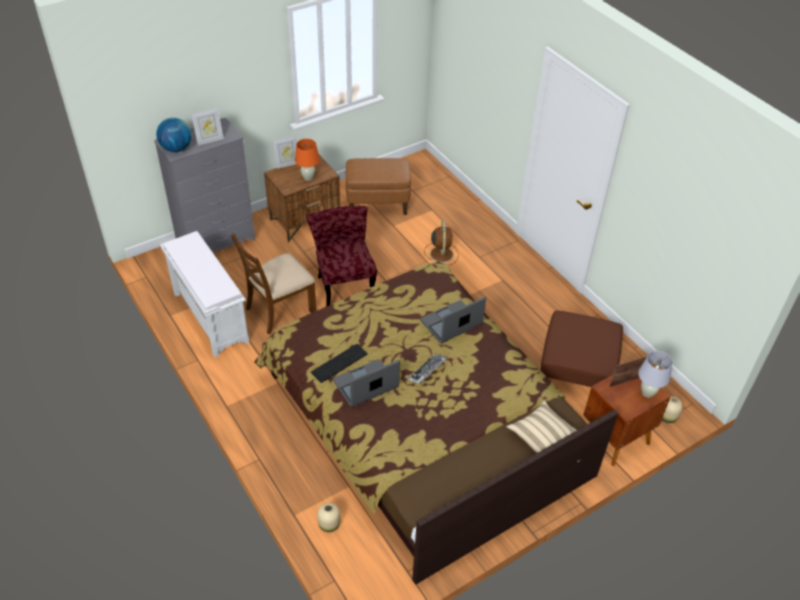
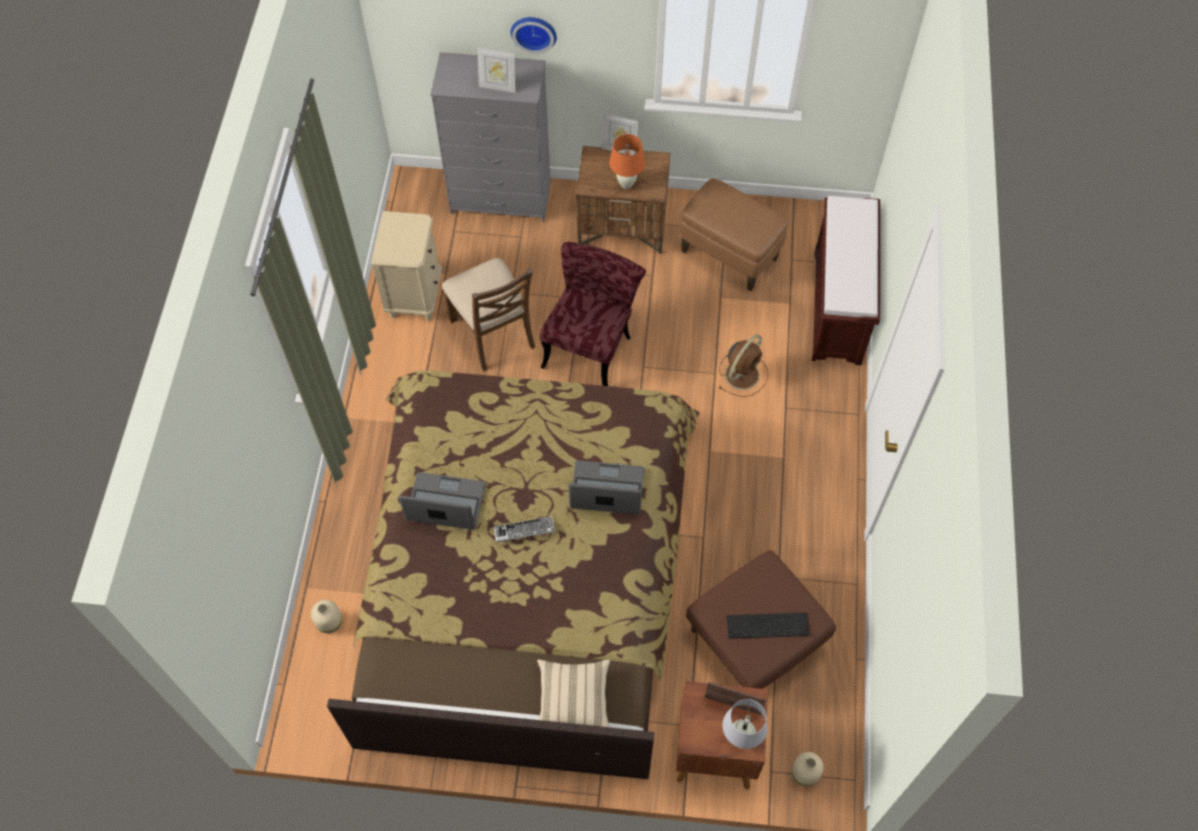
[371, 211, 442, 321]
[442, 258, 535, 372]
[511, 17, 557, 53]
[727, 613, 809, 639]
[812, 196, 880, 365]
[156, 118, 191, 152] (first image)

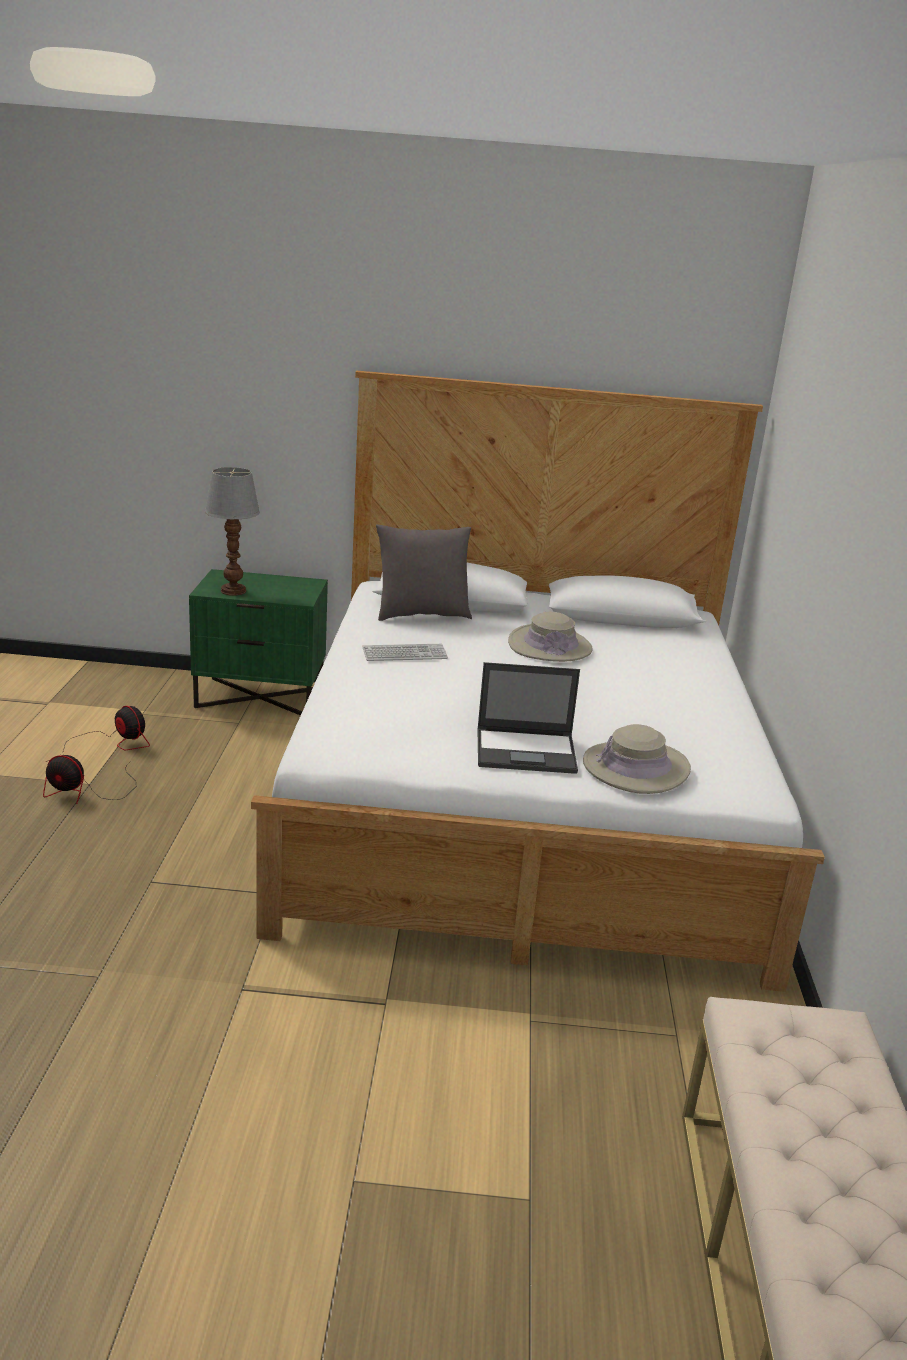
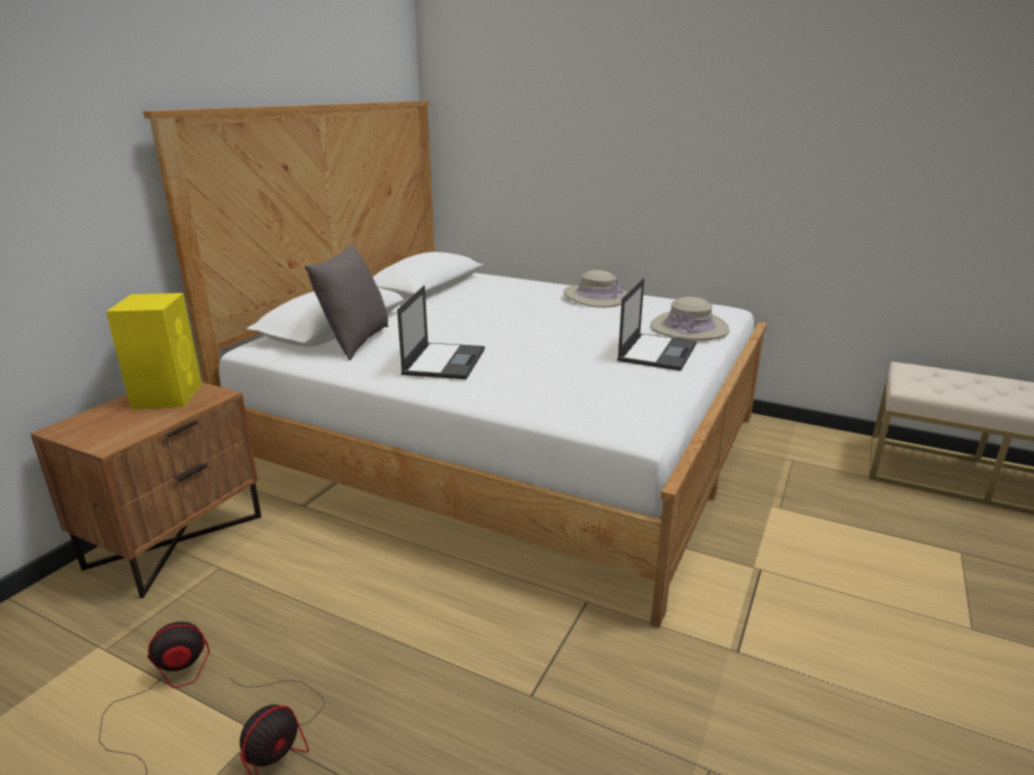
[30, 382, 261, 598]
[106, 293, 202, 409]
[397, 286, 485, 379]
[563, 270, 628, 308]
[205, 467, 260, 596] (first image)

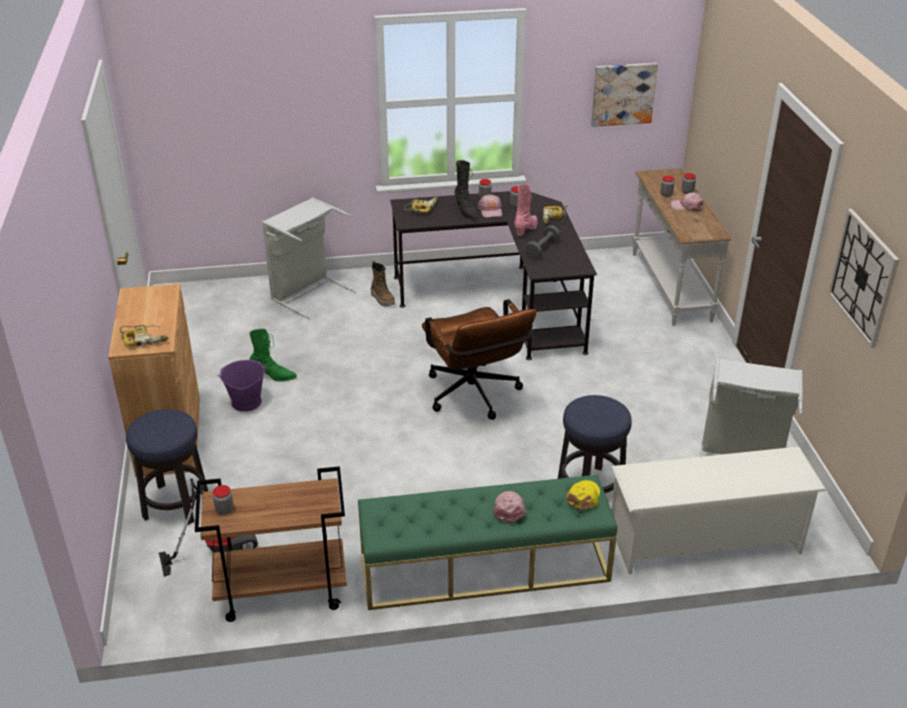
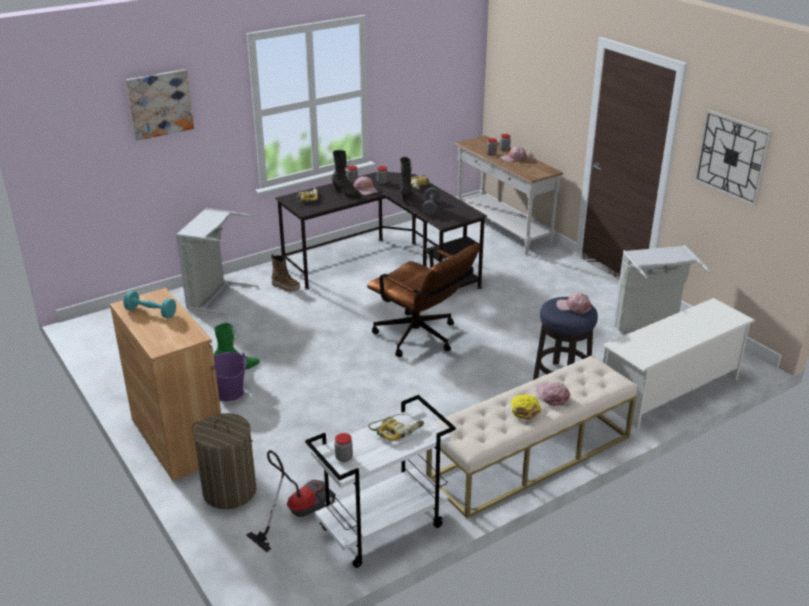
[123, 291, 176, 318]
[126, 69, 194, 140]
[192, 413, 256, 509]
[305, 395, 456, 568]
[368, 414, 424, 441]
[400, 157, 413, 202]
[426, 355, 637, 518]
[511, 394, 541, 420]
[556, 293, 592, 314]

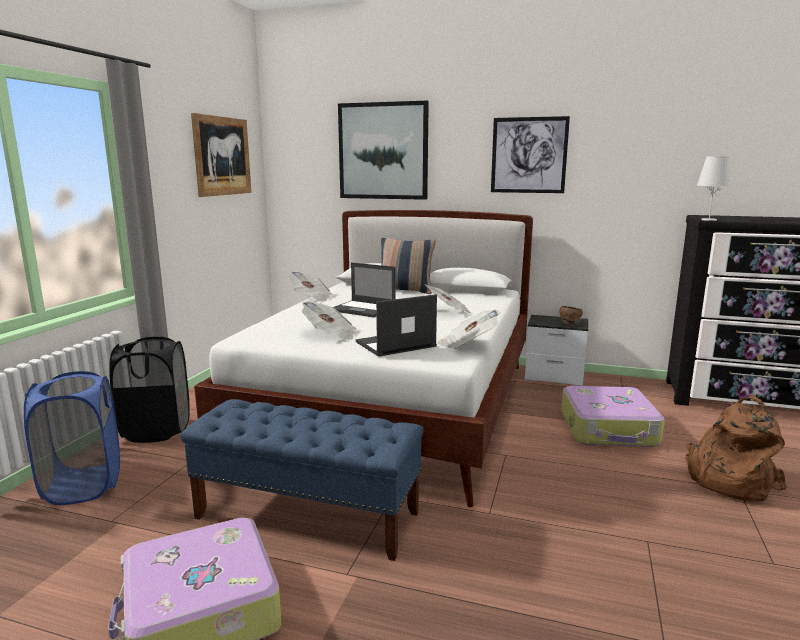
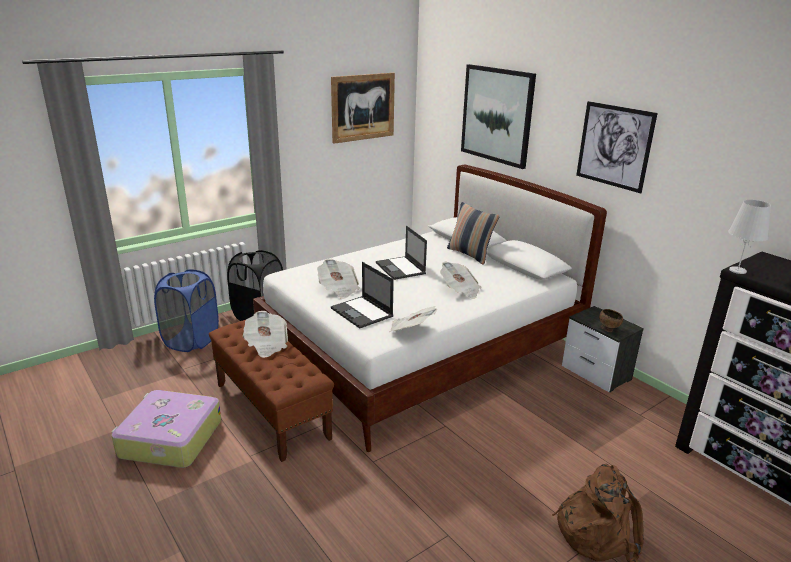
[209, 320, 334, 462]
[243, 311, 288, 358]
[331, 262, 394, 329]
[561, 386, 665, 447] (first image)

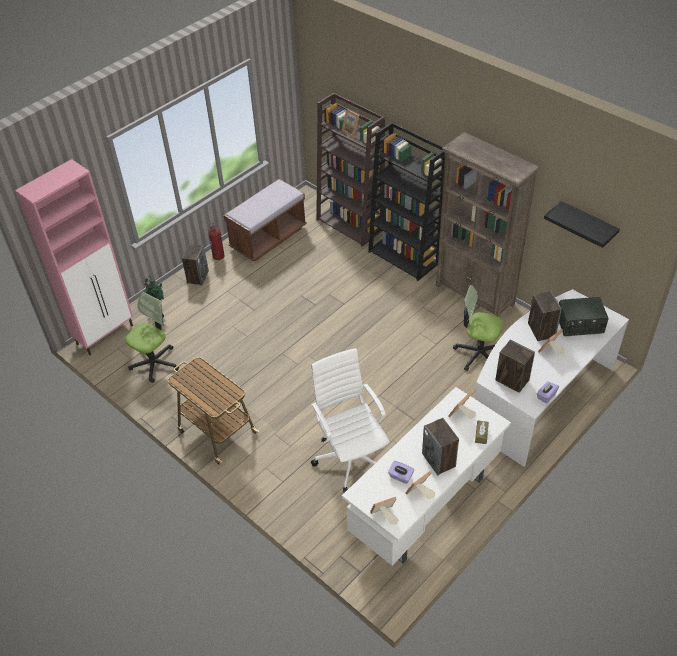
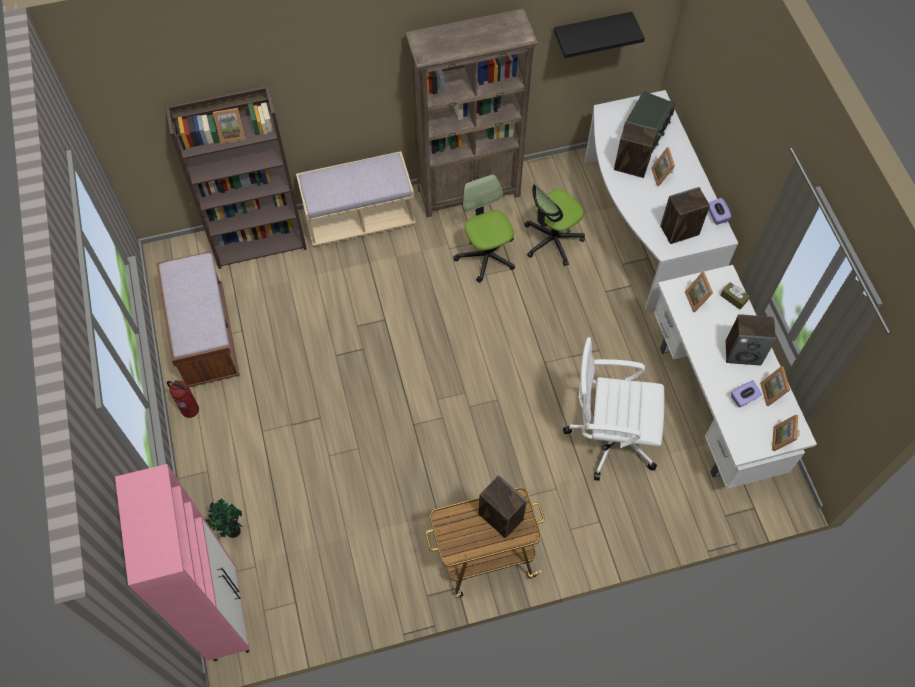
[296, 151, 416, 247]
[453, 174, 515, 283]
[479, 475, 527, 538]

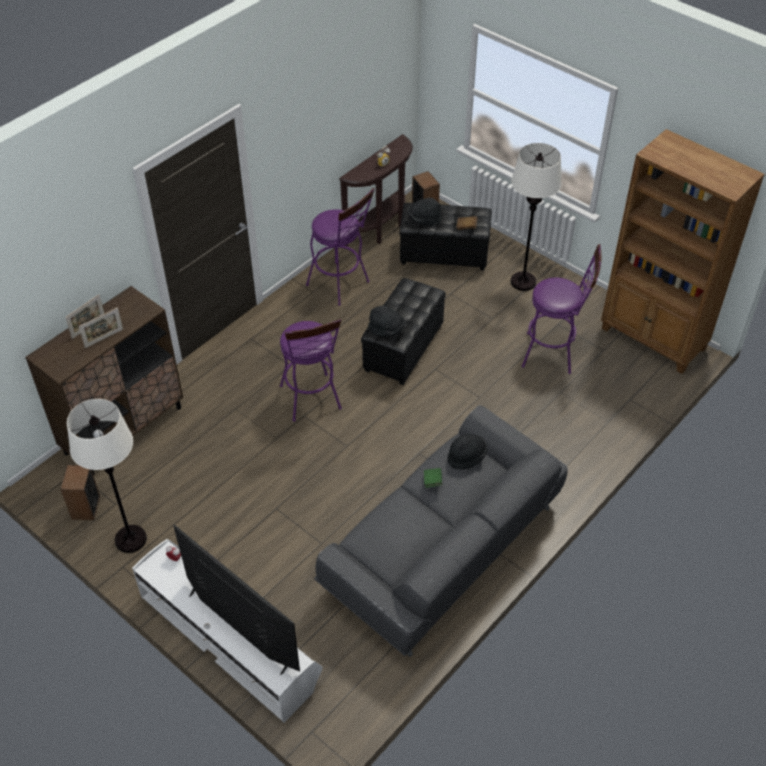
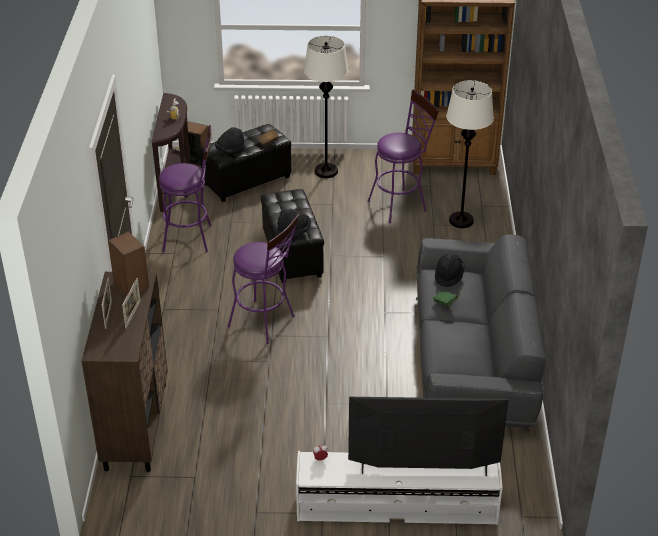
[108, 232, 149, 295]
[446, 80, 494, 228]

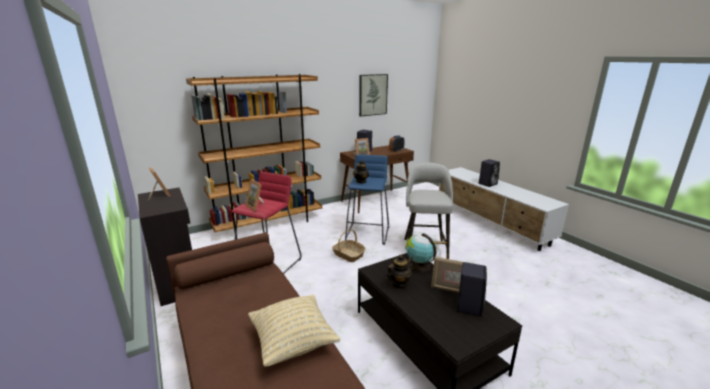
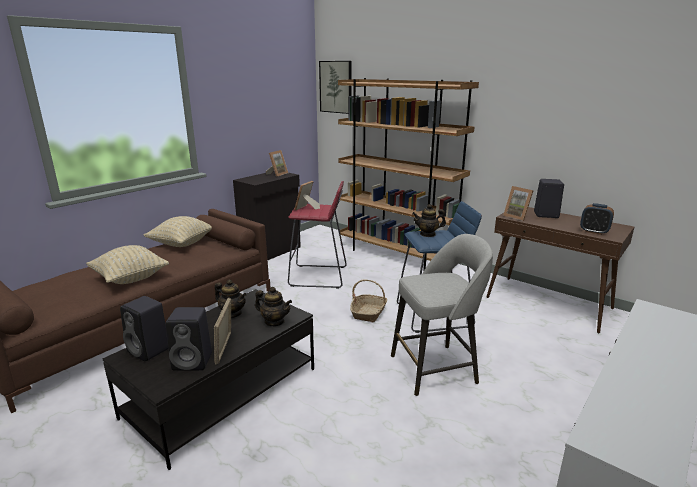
[120, 296, 168, 361]
[144, 216, 212, 247]
[255, 287, 292, 326]
[319, 61, 352, 114]

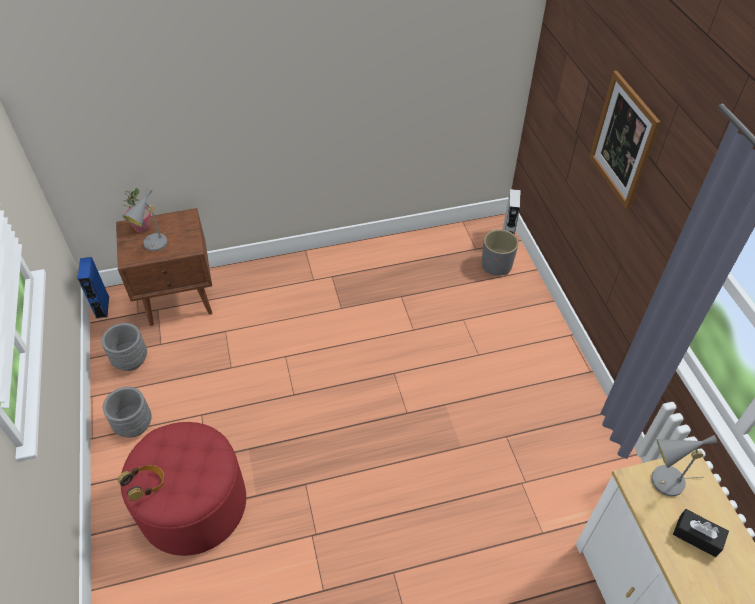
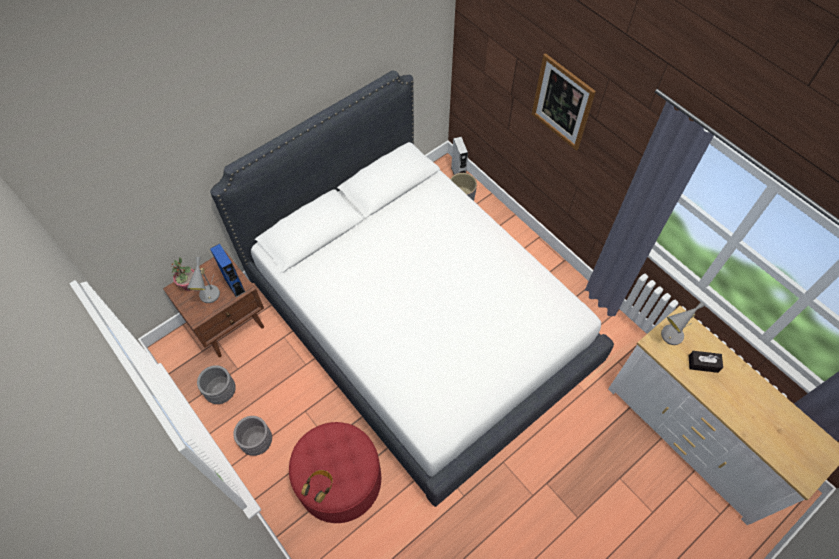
[210, 71, 614, 507]
[210, 244, 245, 297]

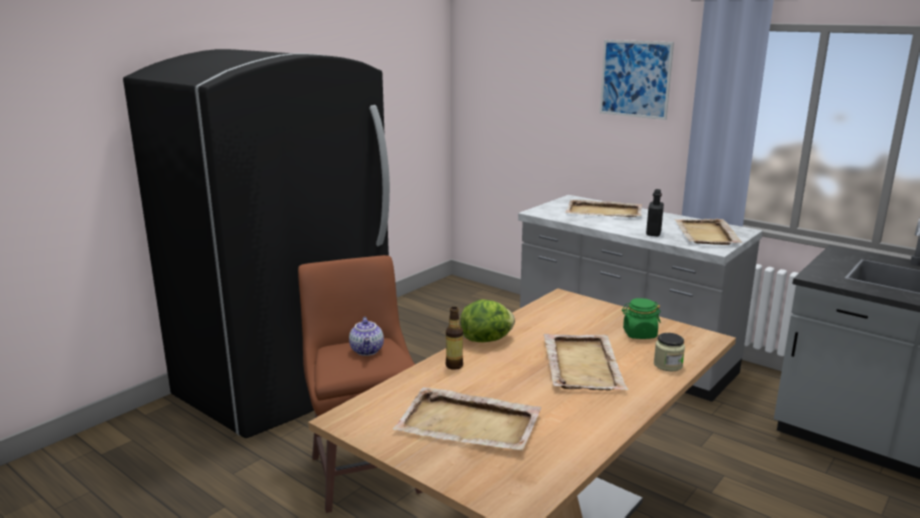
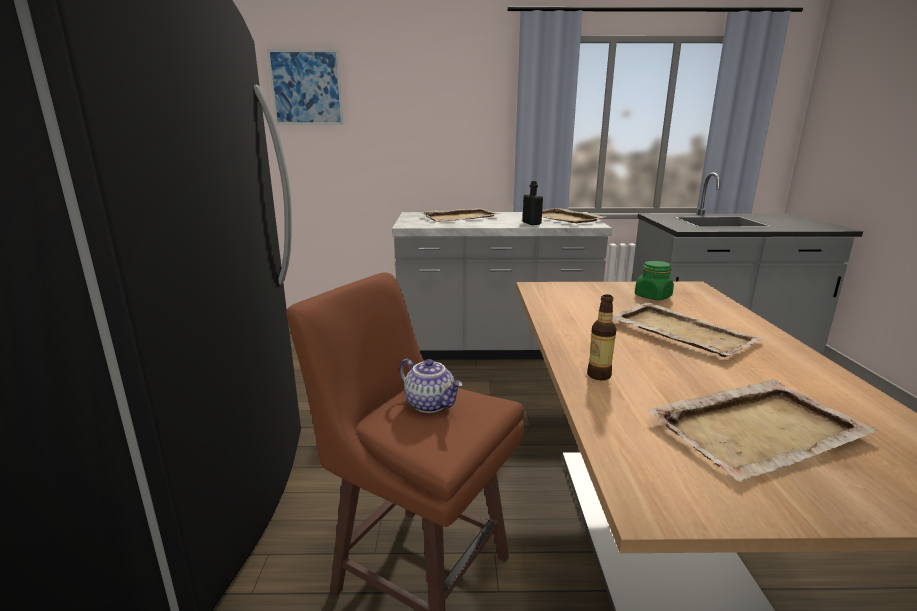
[267, 49, 344, 125]
[460, 299, 515, 342] (first image)
[654, 333, 685, 371] (first image)

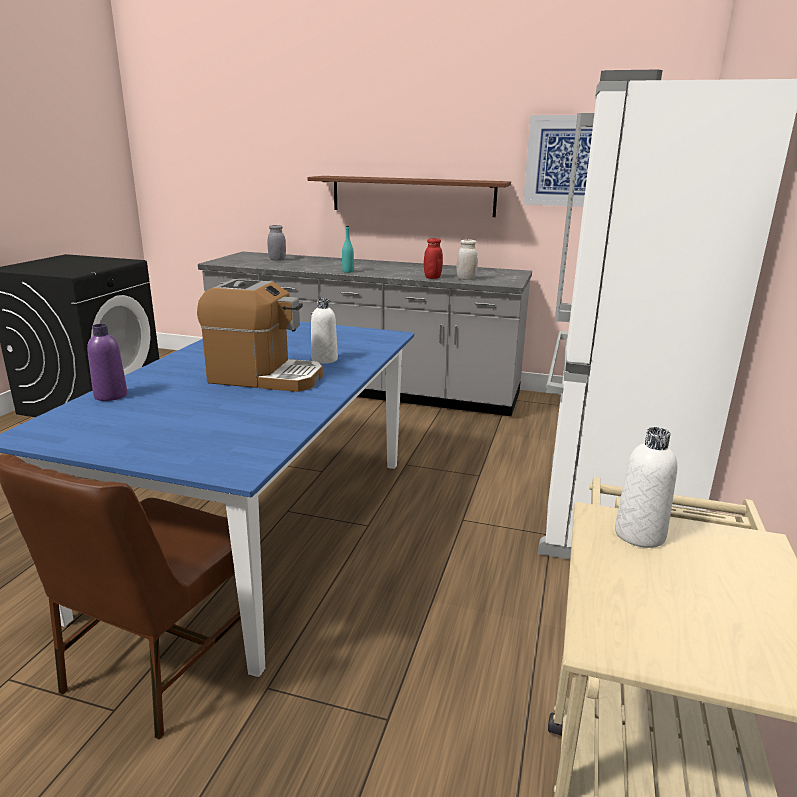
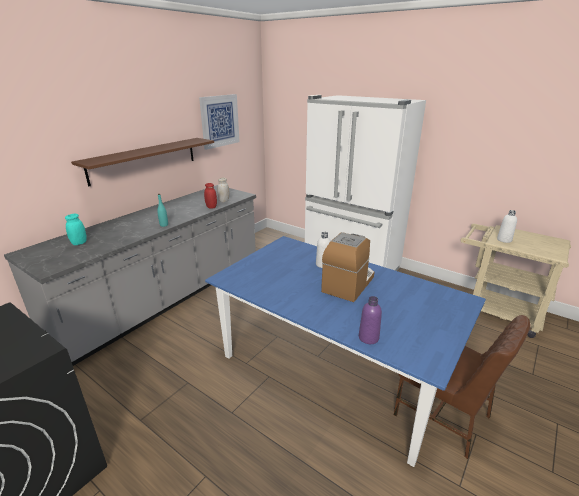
[65, 214, 87, 245]

